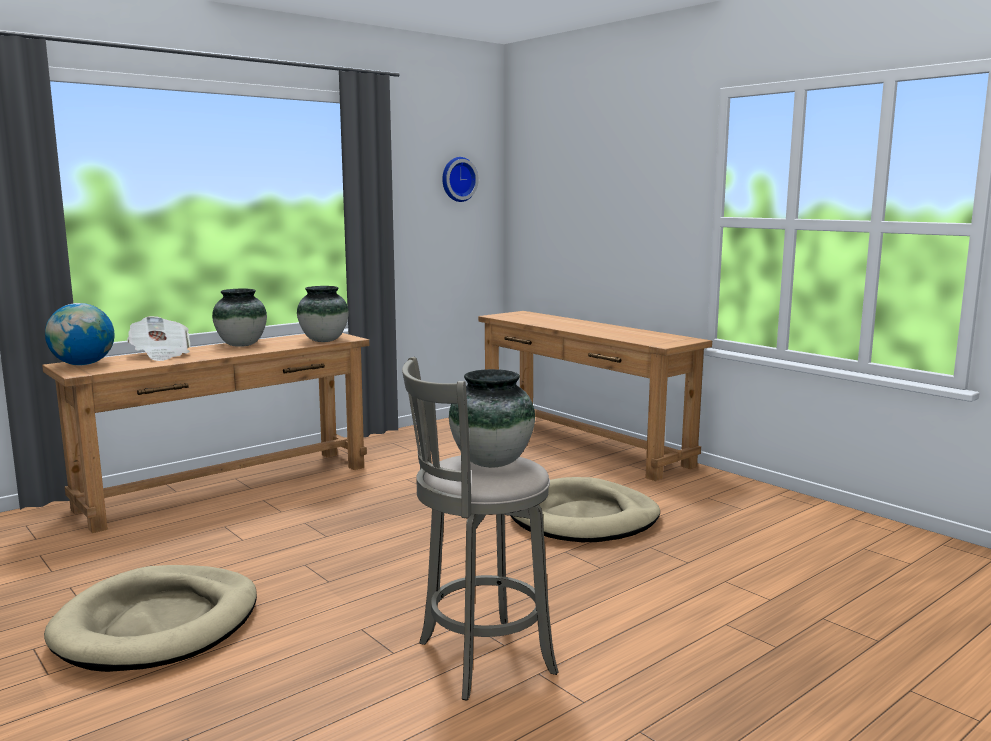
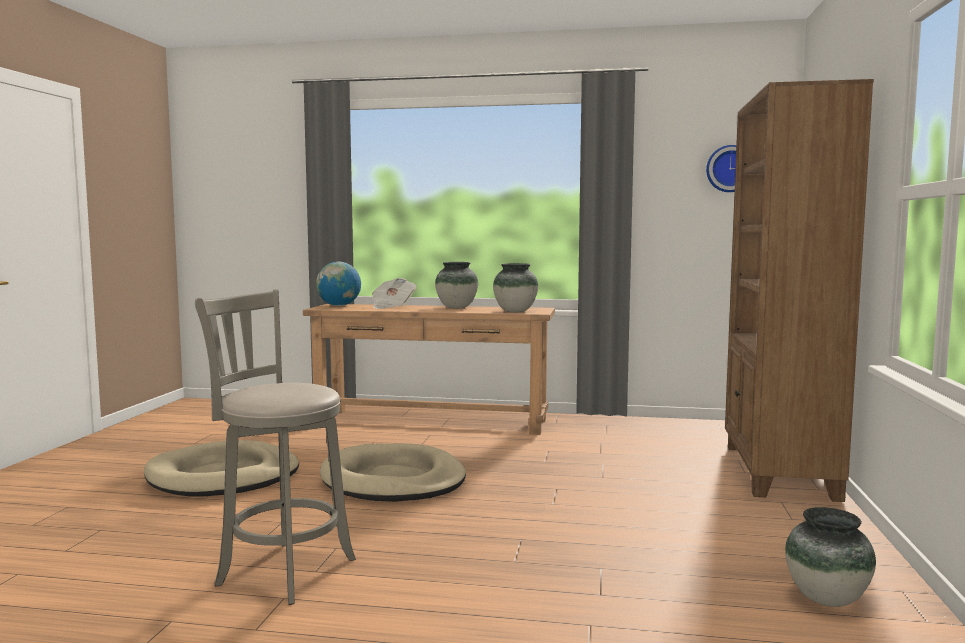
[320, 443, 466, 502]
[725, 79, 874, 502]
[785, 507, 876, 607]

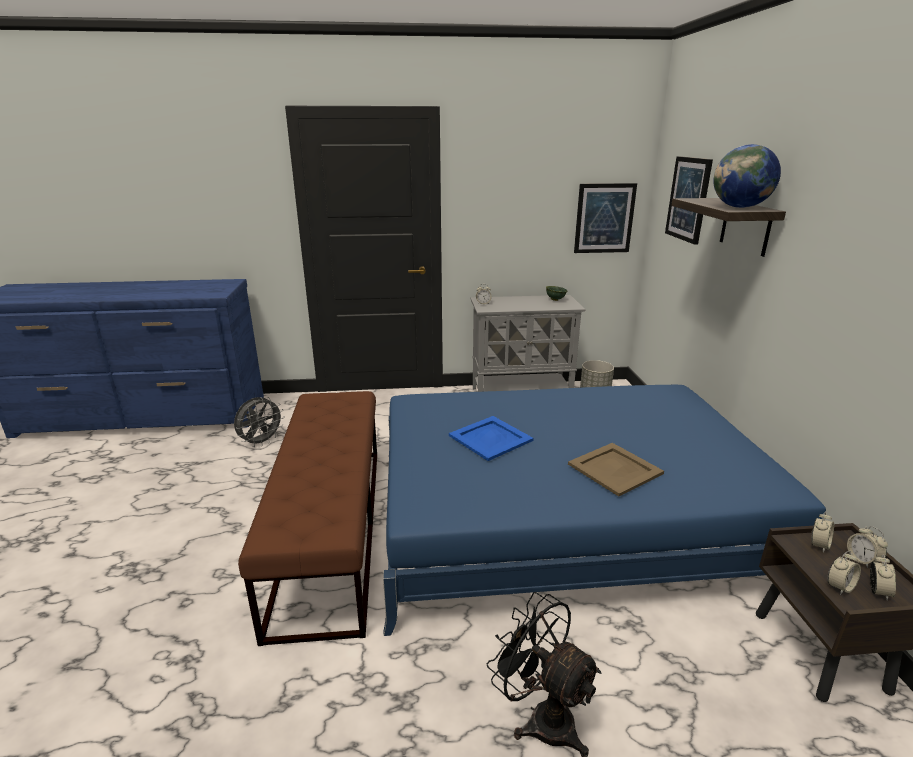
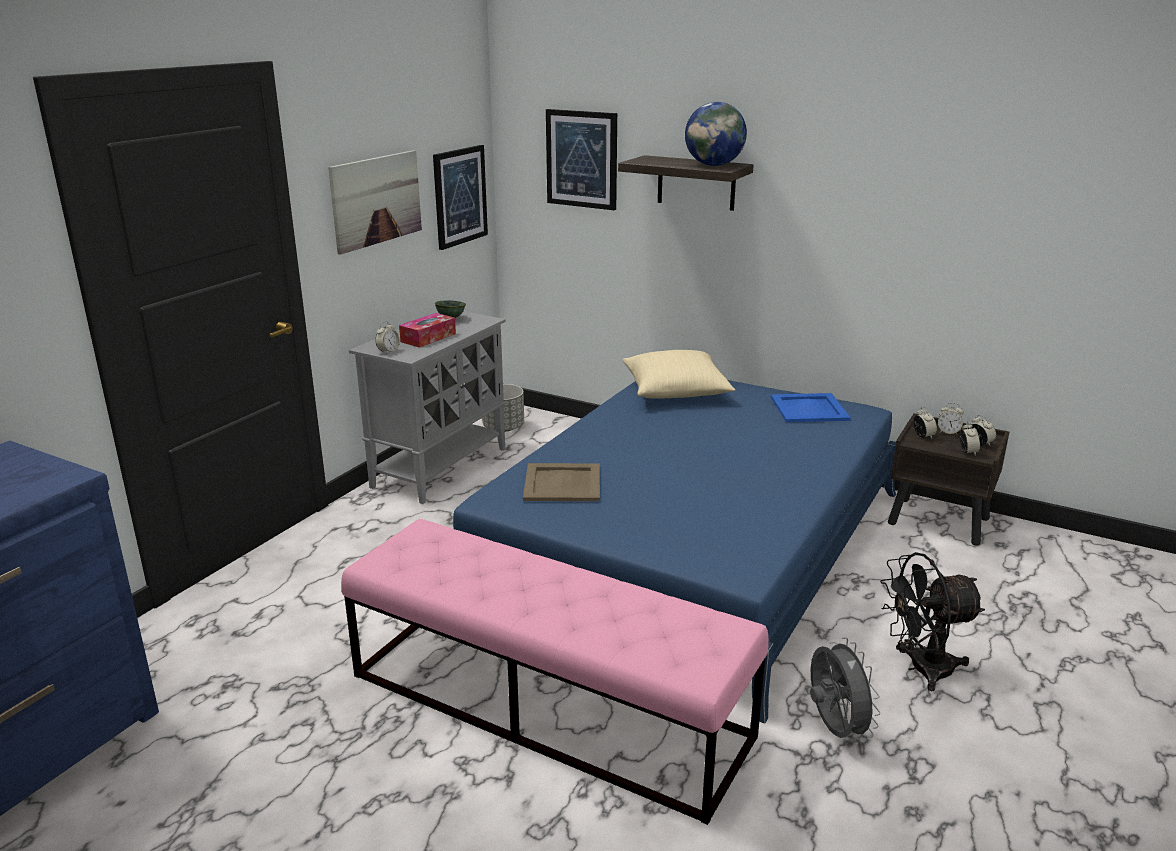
[328, 150, 422, 254]
[341, 519, 769, 825]
[399, 313, 456, 348]
[523, 463, 600, 501]
[622, 350, 735, 399]
[771, 393, 851, 422]
[810, 637, 881, 740]

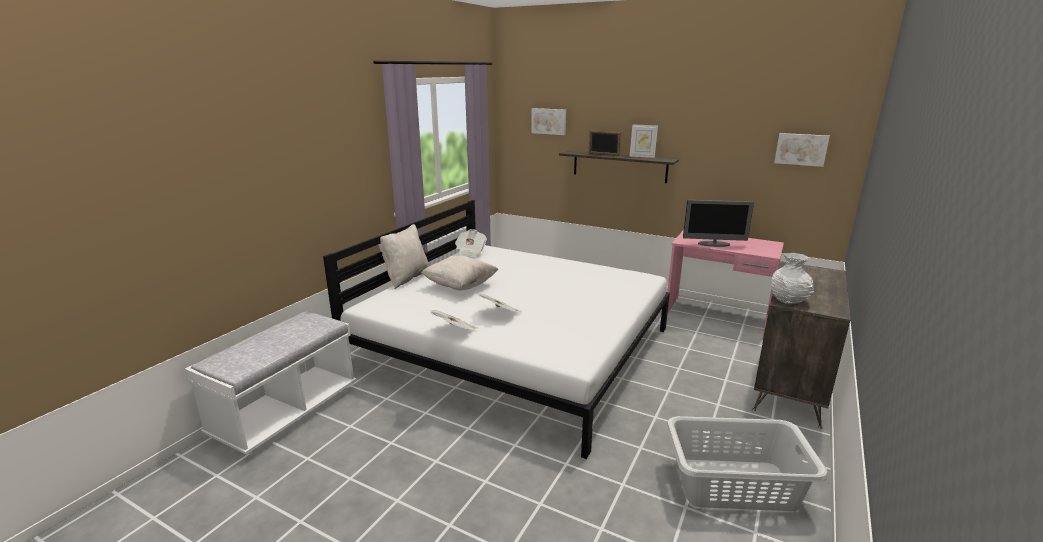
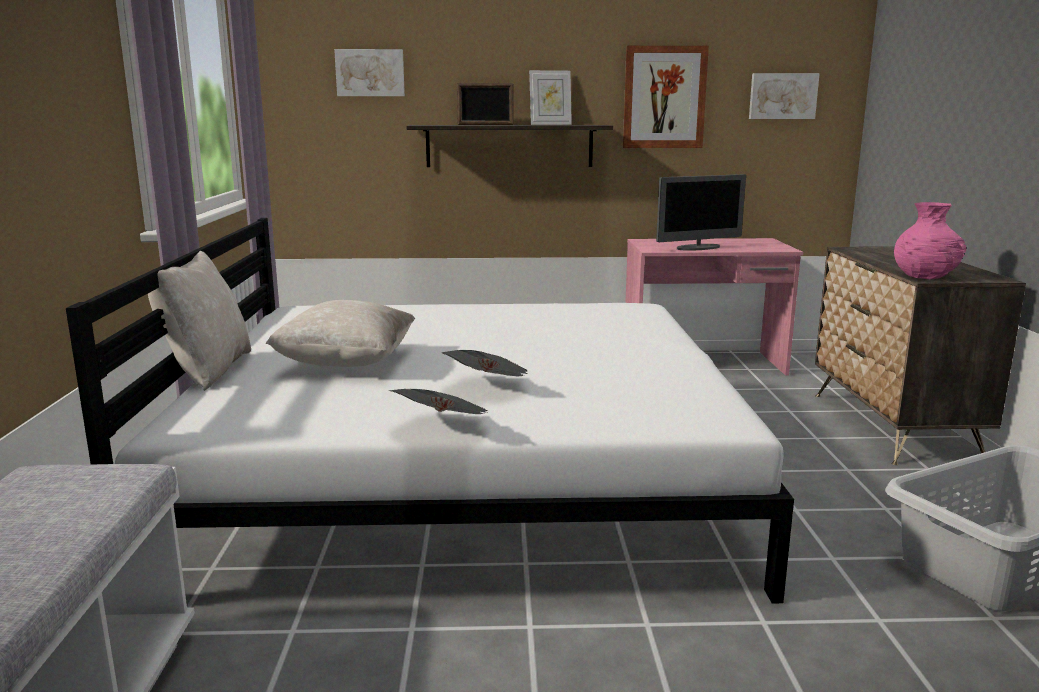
[623, 46, 709, 148]
[894, 202, 966, 279]
[455, 229, 487, 257] (first image)

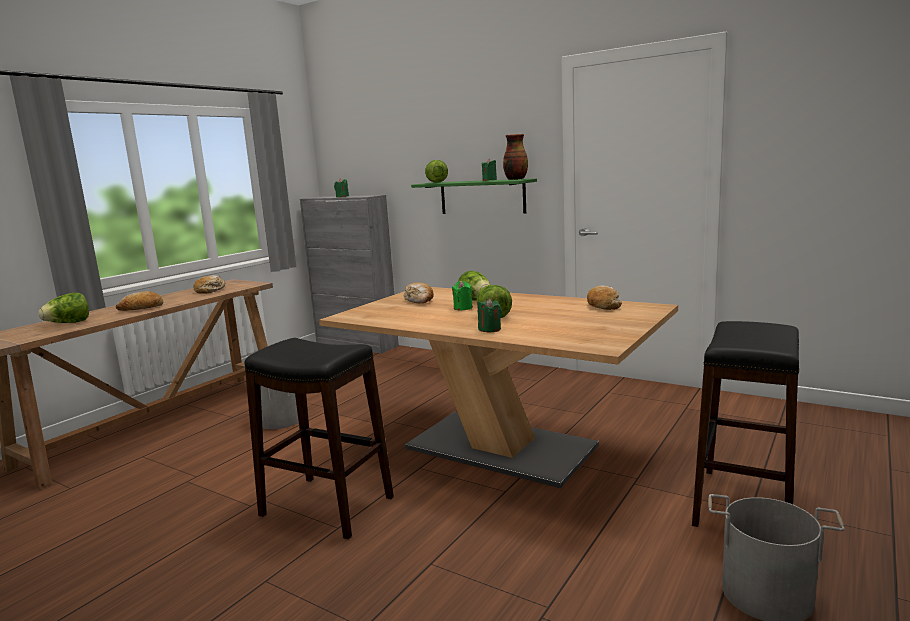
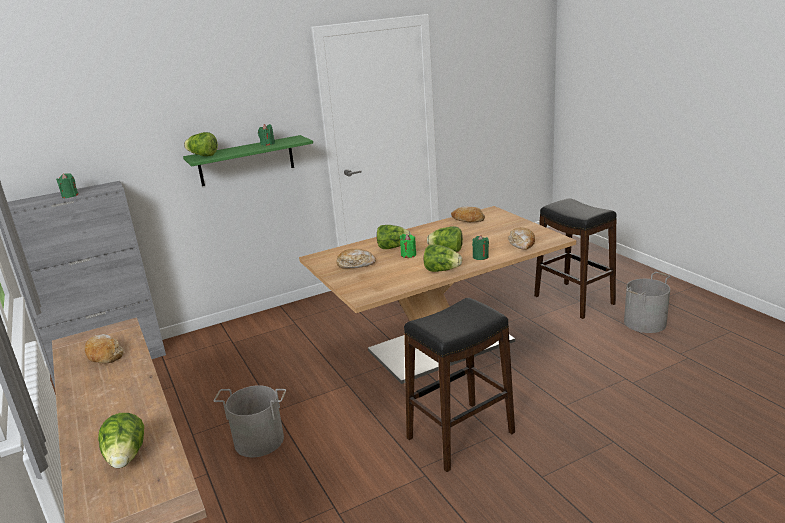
[424, 245, 462, 272]
[508, 227, 535, 250]
[503, 134, 528, 180] (first image)

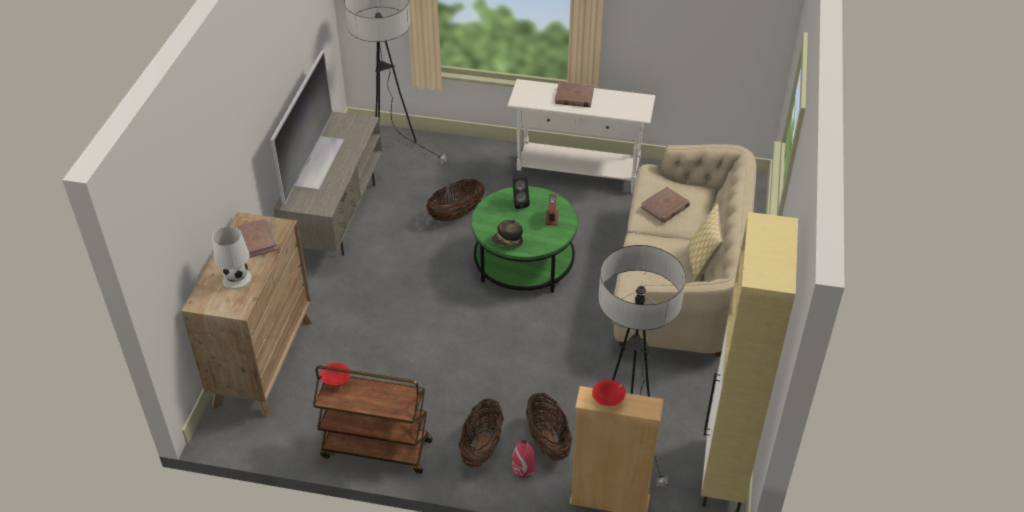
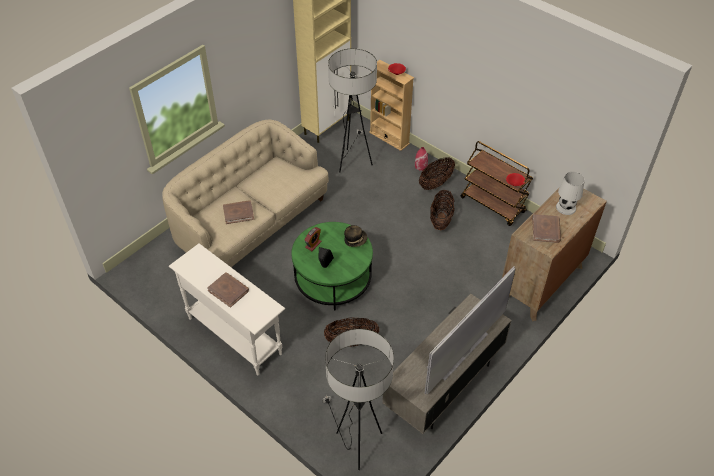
[430, 190, 454, 230]
[689, 204, 723, 282] (first image)

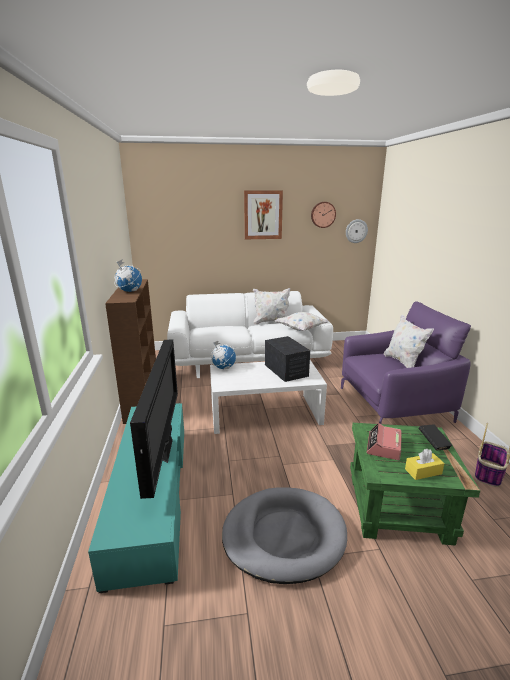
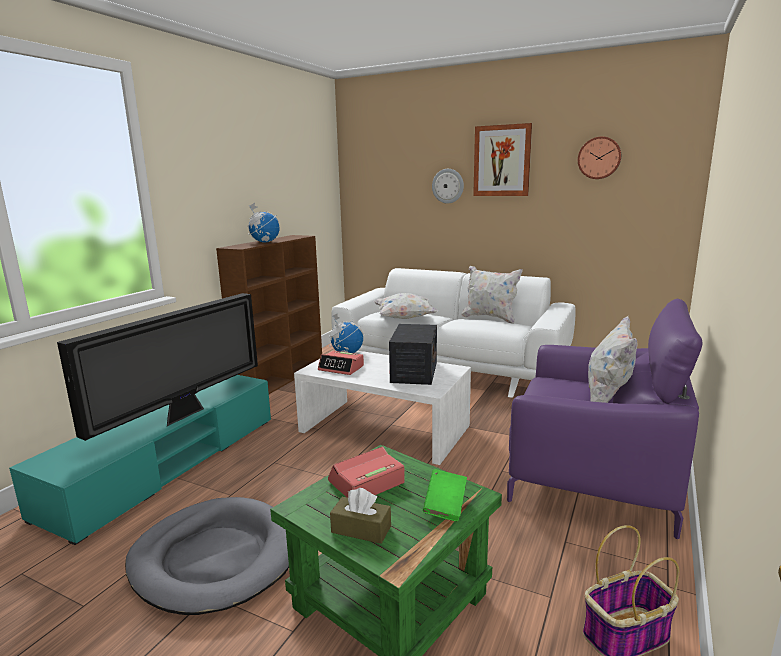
[318, 351, 364, 375]
[330, 488, 391, 544]
[374, 293, 438, 319]
[423, 469, 467, 521]
[432, 169, 464, 204]

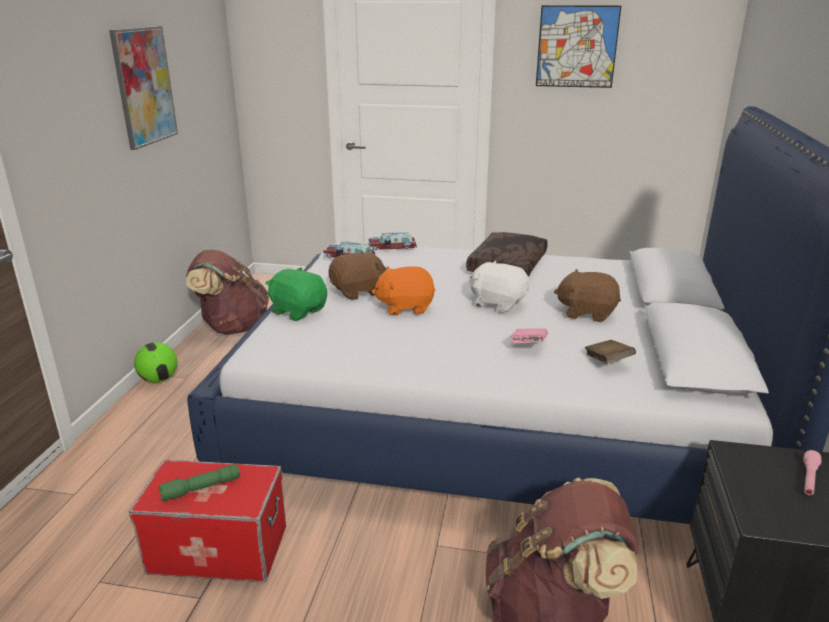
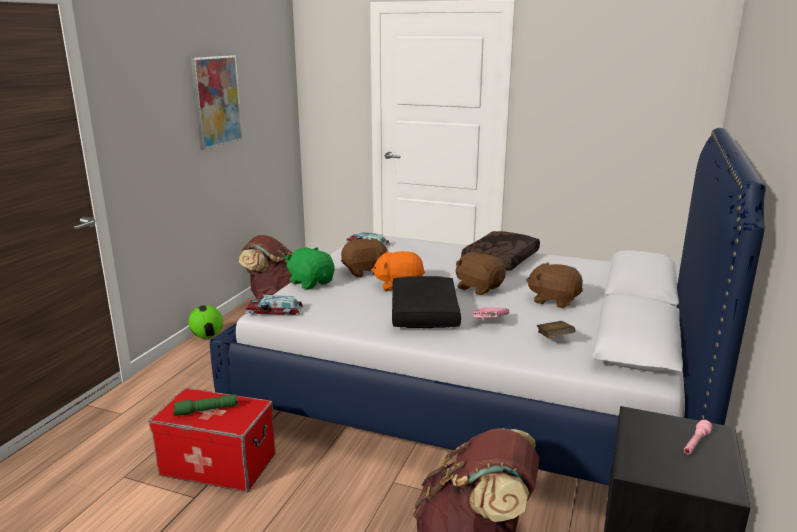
[245, 295, 303, 315]
[392, 276, 461, 328]
[455, 251, 506, 295]
[536, 5, 621, 88] (first image)

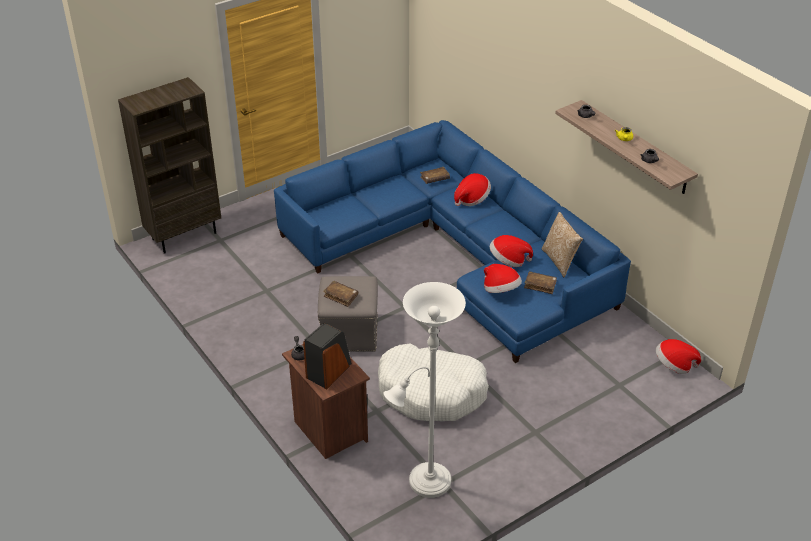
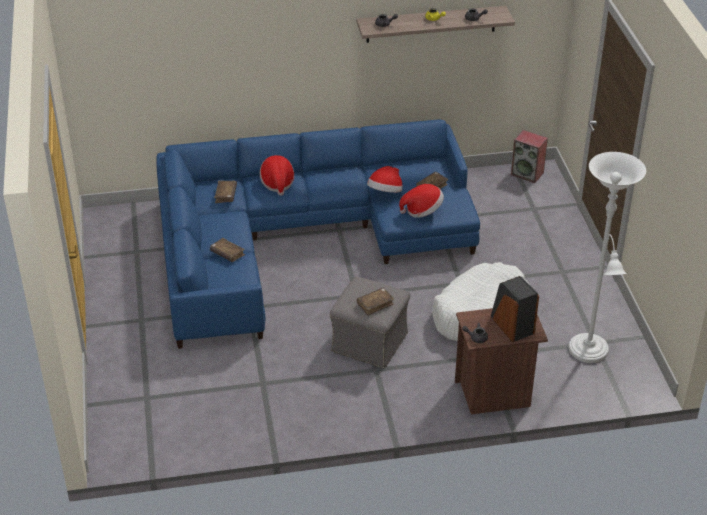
[210, 238, 245, 262]
[511, 130, 548, 183]
[118, 77, 221, 254] (first image)
[542, 212, 583, 277] (first image)

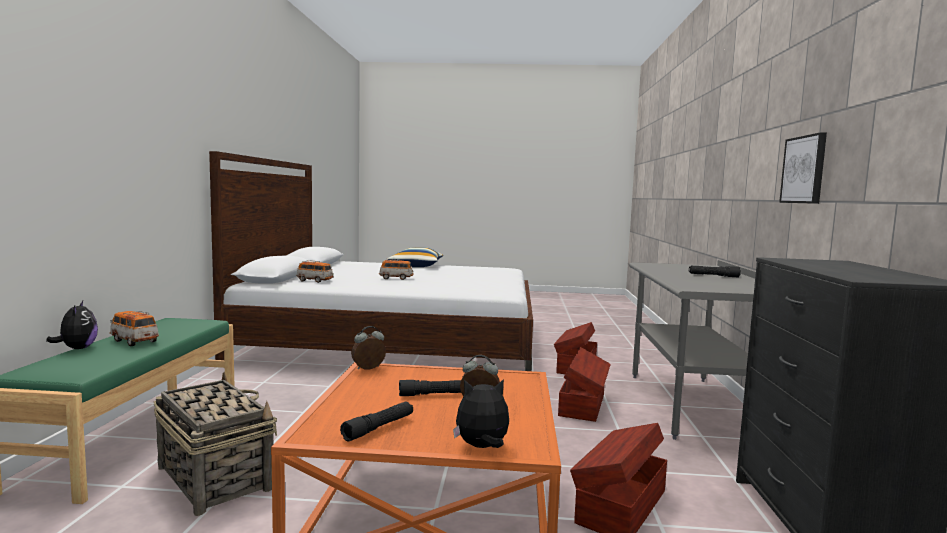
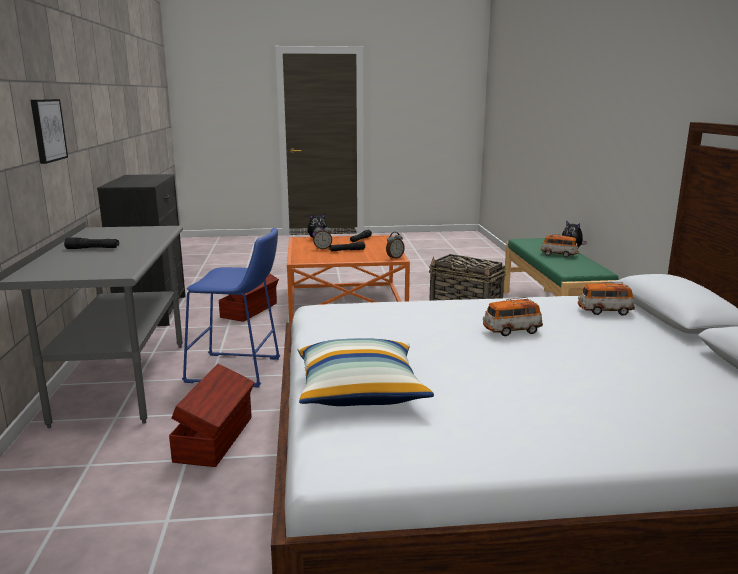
[182, 227, 280, 388]
[298, 338, 434, 406]

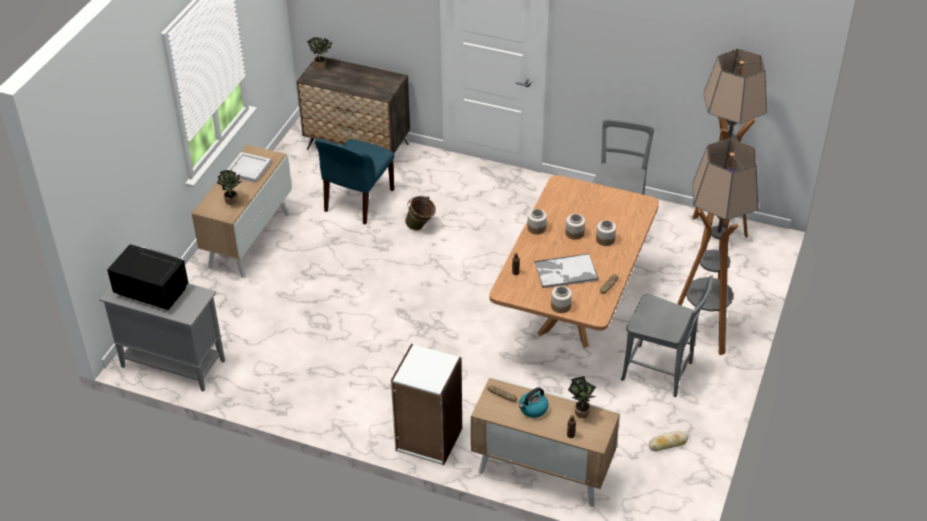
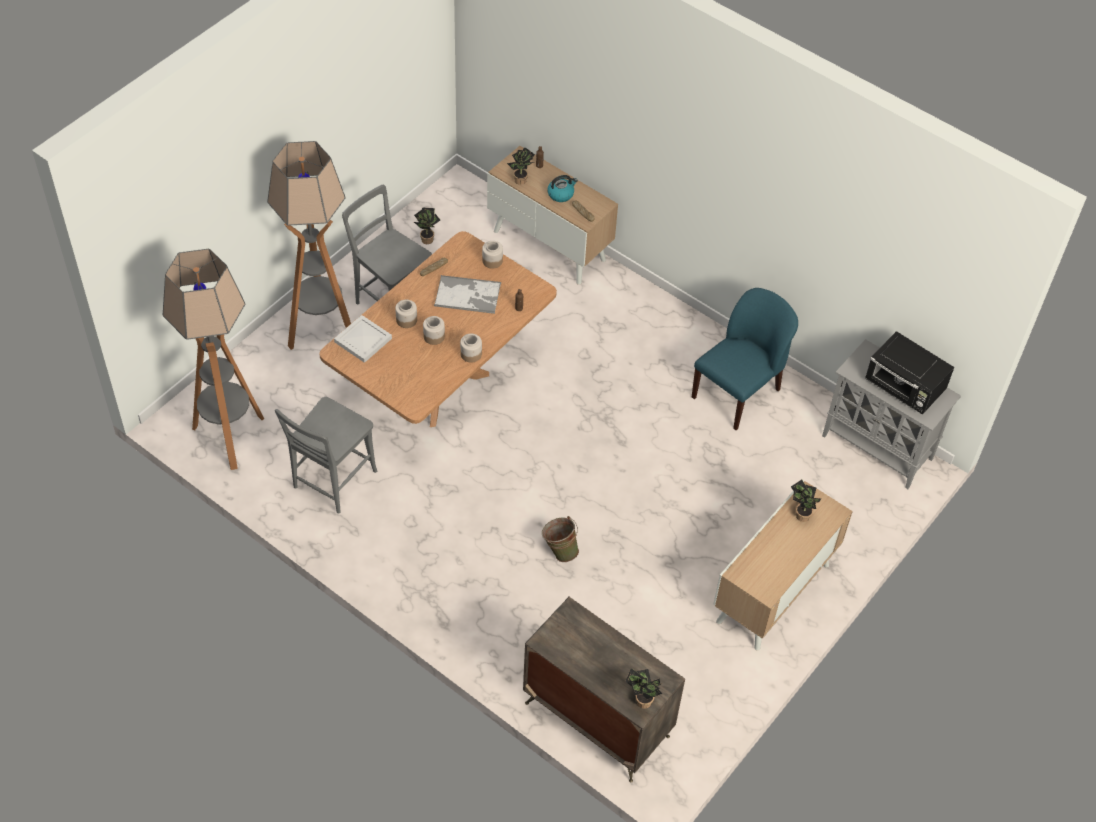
[334, 315, 392, 363]
[414, 207, 440, 244]
[692, 288, 798, 430]
[391, 344, 462, 465] (first image)

